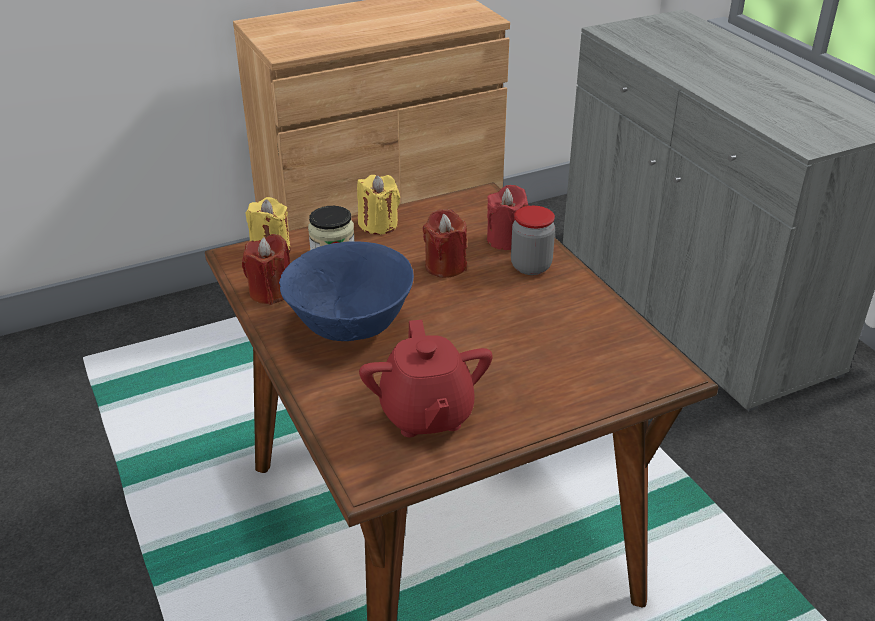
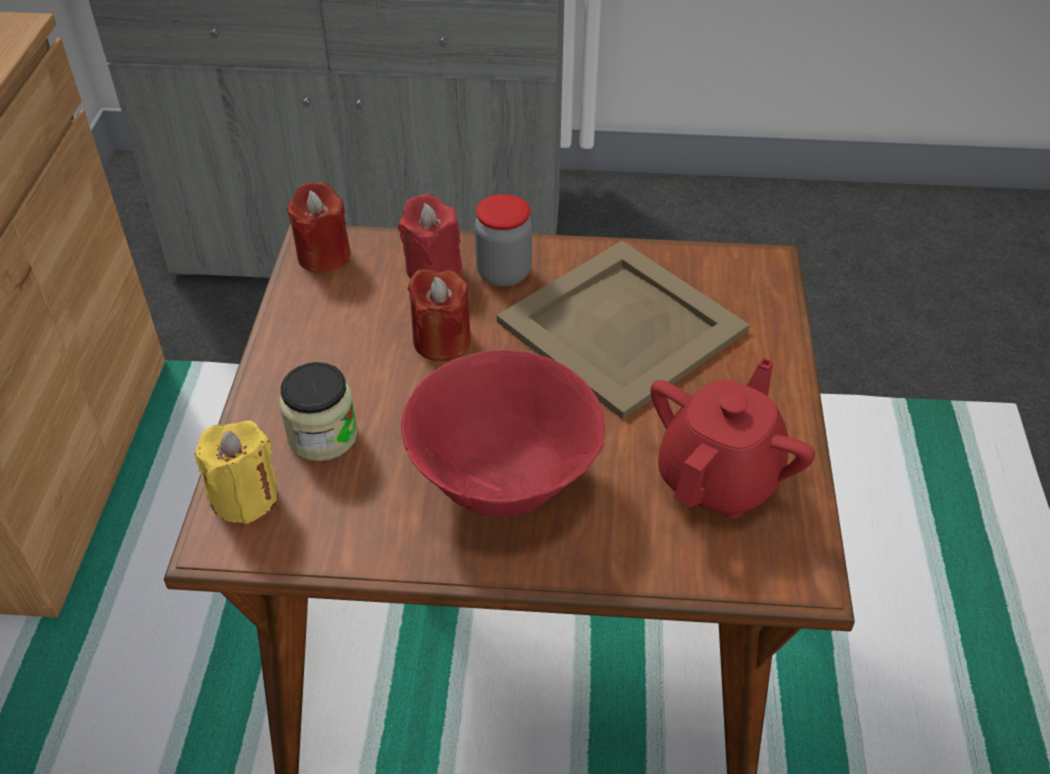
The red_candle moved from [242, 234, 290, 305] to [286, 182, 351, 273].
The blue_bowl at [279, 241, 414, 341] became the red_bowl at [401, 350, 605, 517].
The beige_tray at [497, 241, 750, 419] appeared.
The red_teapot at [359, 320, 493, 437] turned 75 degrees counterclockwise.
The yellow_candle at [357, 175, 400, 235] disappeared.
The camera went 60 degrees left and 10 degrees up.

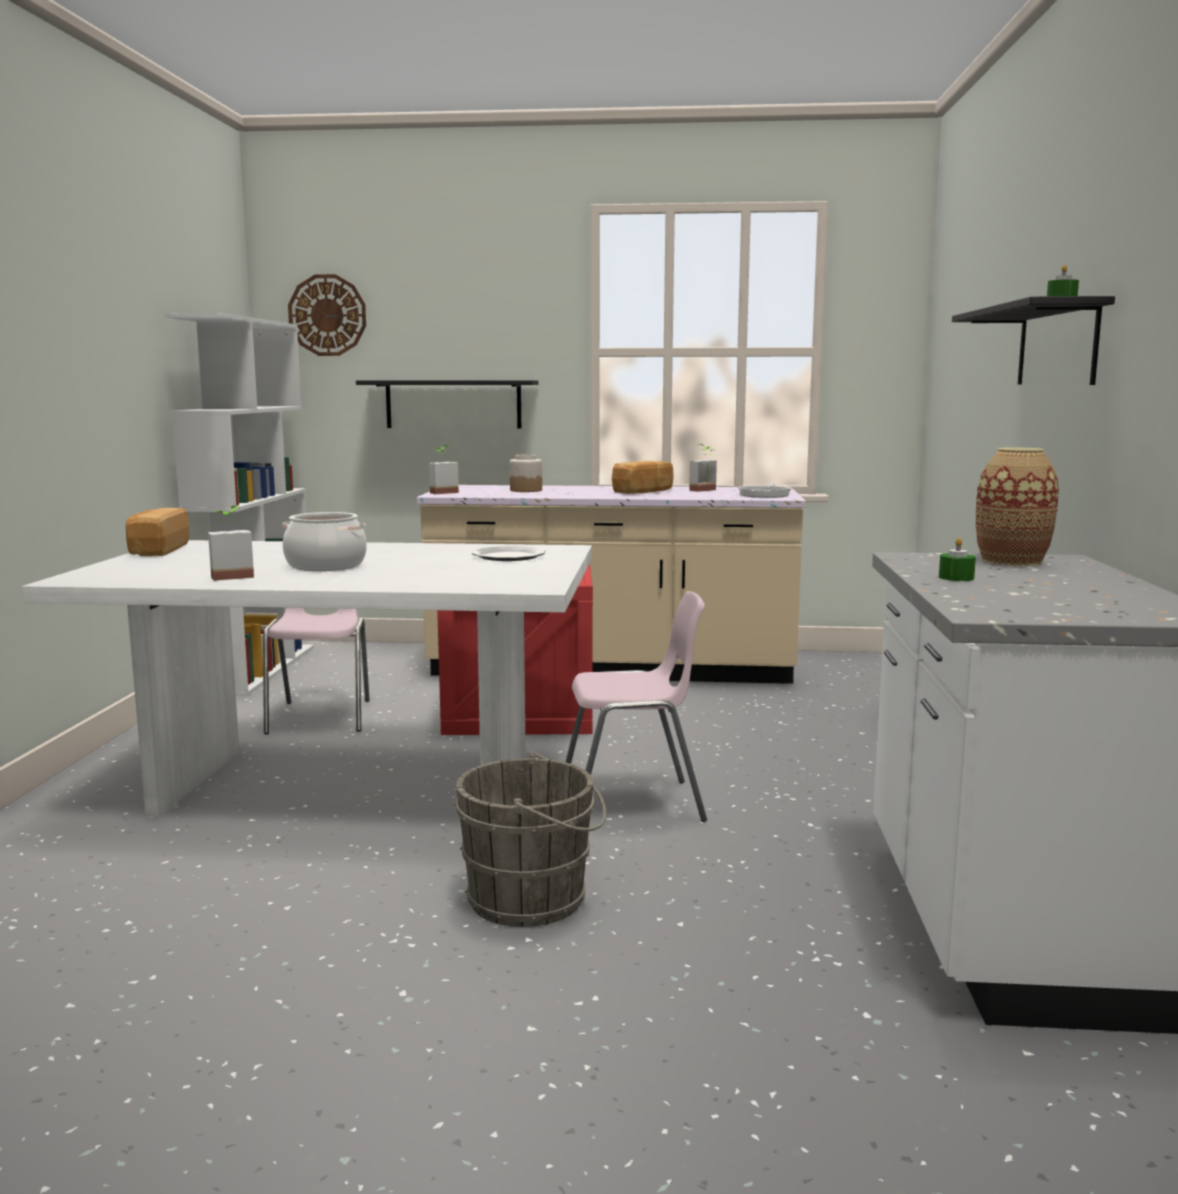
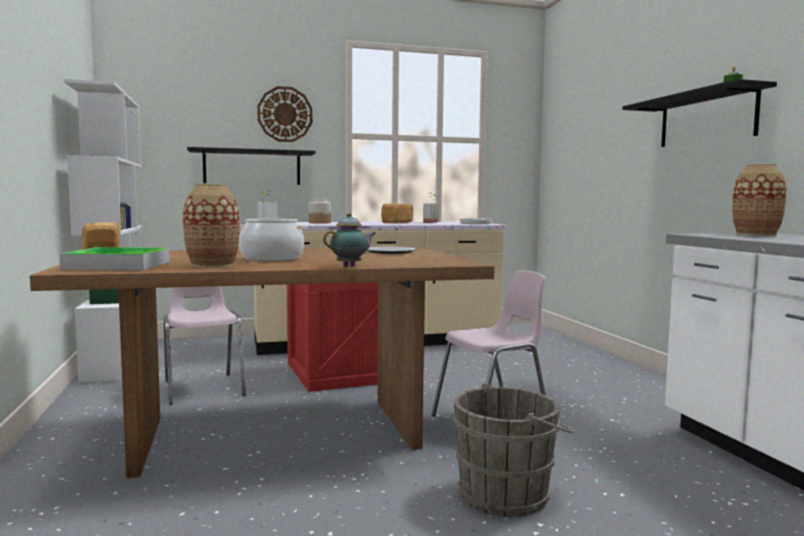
The white_dining_table at [22, 540, 592, 817] became the brown_dining_table at [30, 247, 494, 479].
The tray at [59, 247, 170, 270] appeared.
The potted_plant at [208, 505, 254, 581] was replaced by the vase at [183, 184, 240, 267].
The wall_clock moved from [288, 274, 366, 356] to [257, 86, 312, 142].
The teapot at [323, 213, 376, 267] appeared.
The green_candle at [939, 538, 976, 581] disappeared.
The camera went 20 degrees left and 5 degrees down.

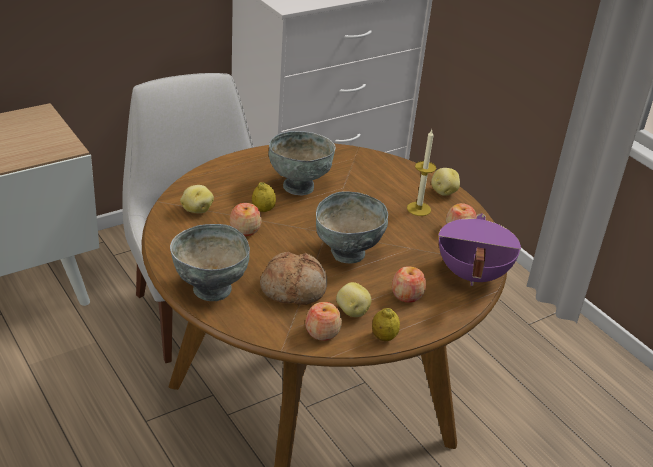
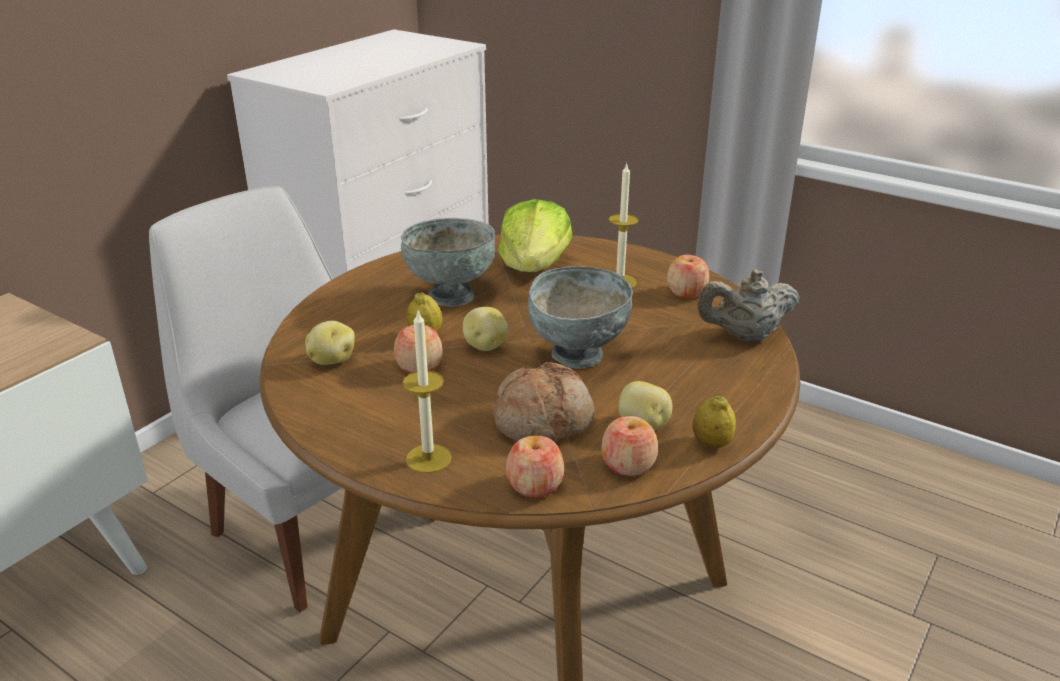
The grey_bowl at [170, 224, 250, 301] was replaced by the candle at [403, 309, 451, 473].
The potato moved from [431, 168, 460, 196] to [463, 307, 509, 351].
The lettuce at [498, 199, 572, 272] appeared.
The apple moved from [392, 266, 426, 303] to [506, 436, 564, 498].
The purple_cooking_pot at [438, 213, 521, 286] was replaced by the beige_teapot at [697, 270, 800, 341].
The camera went 20 degrees left and 5 degrees down.

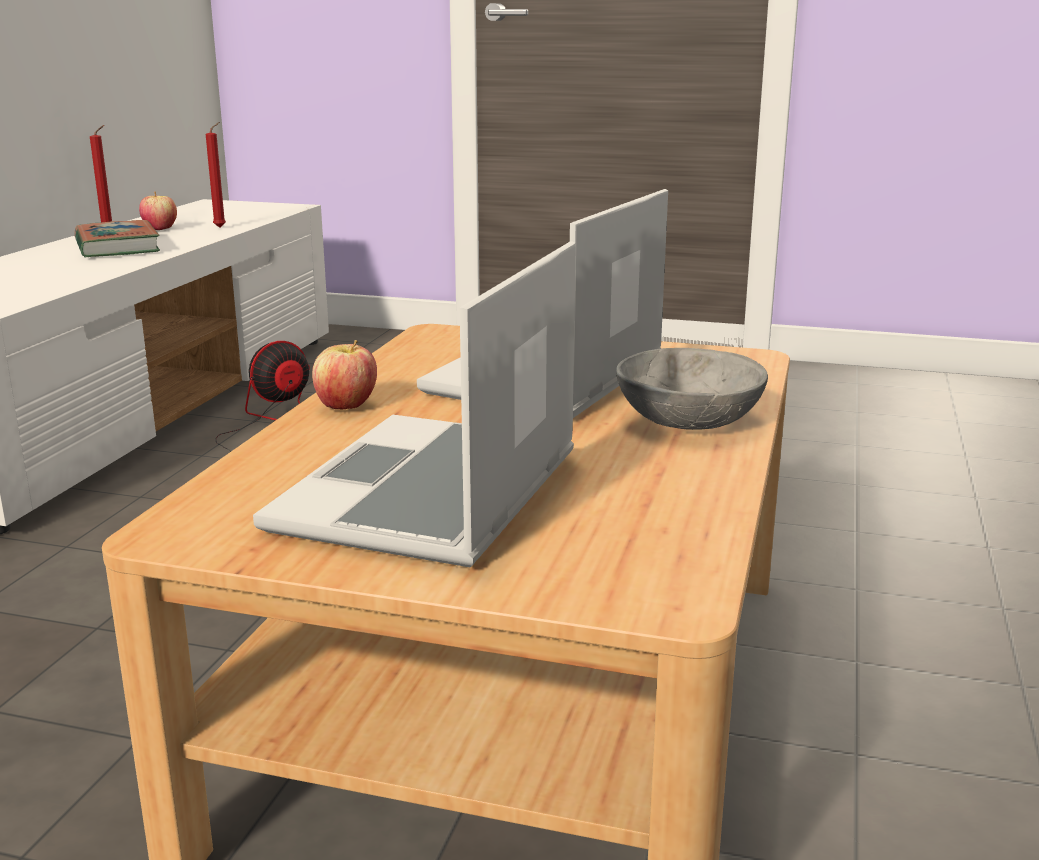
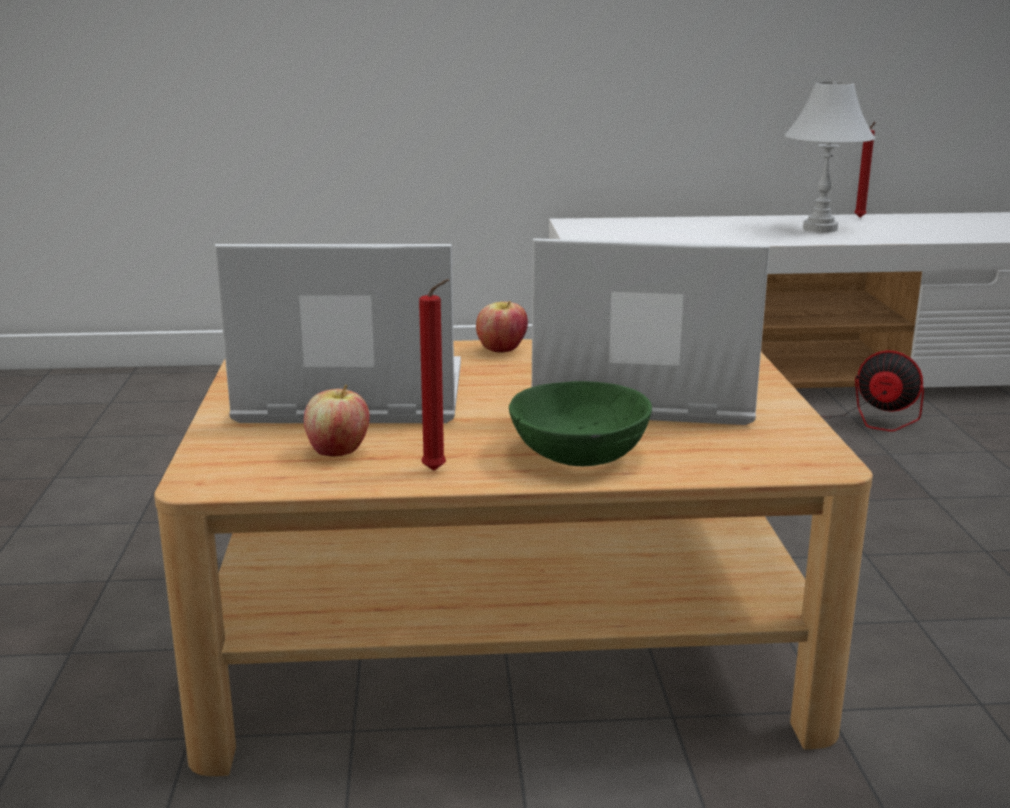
The apple moved from [139, 191, 177, 230] to [304, 384, 370, 457].
The red_candle moved from [206, 122, 226, 228] to [419, 279, 449, 471].
The grey_bowl at [616, 348, 768, 430] became the green_bowl at [509, 381, 652, 466].
The book at [74, 220, 160, 258] was replaced by the white_table_lamp at [785, 82, 875, 233].
The camera went 70 degrees right and 0 degrees up.

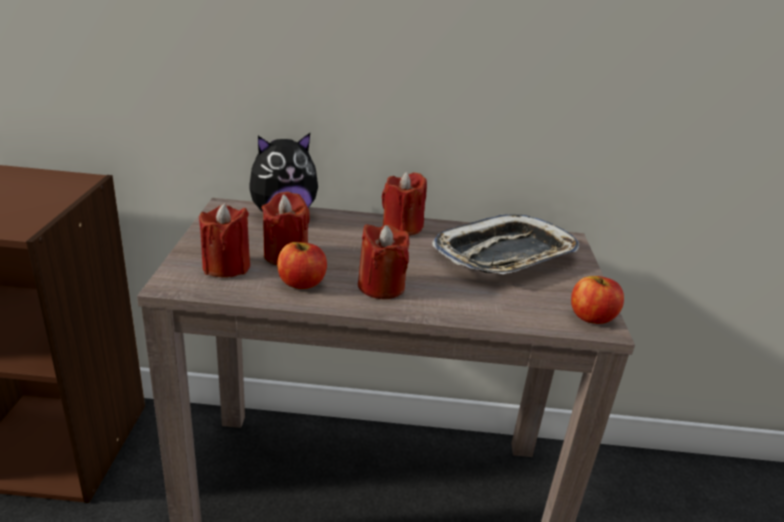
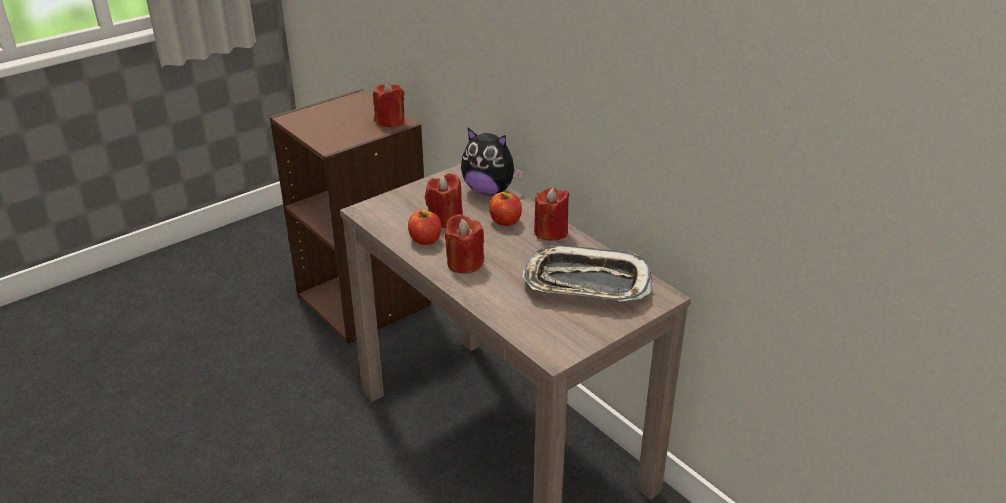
The red_candle moved from [199, 203, 250, 278] to [373, 82, 404, 128].
The apple moved from [571, 276, 624, 324] to [489, 192, 522, 226].
The camera went 50 degrees right and 5 degrees up.

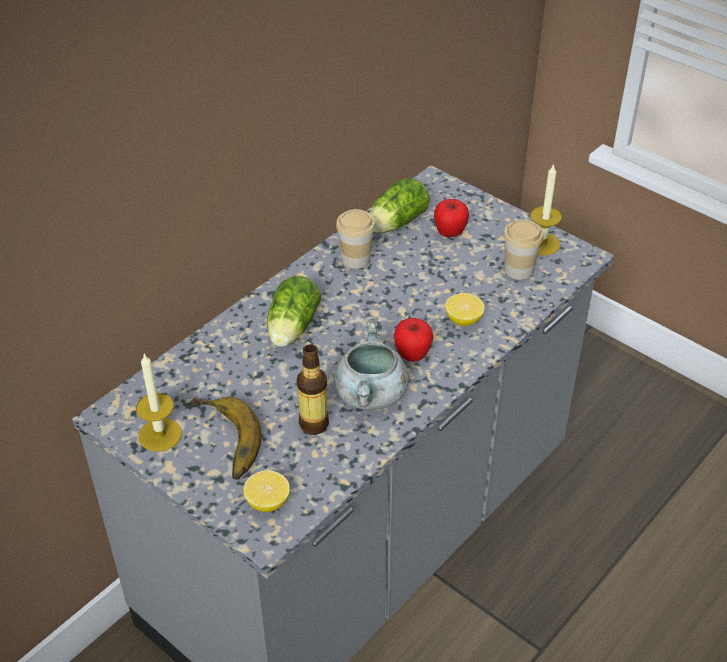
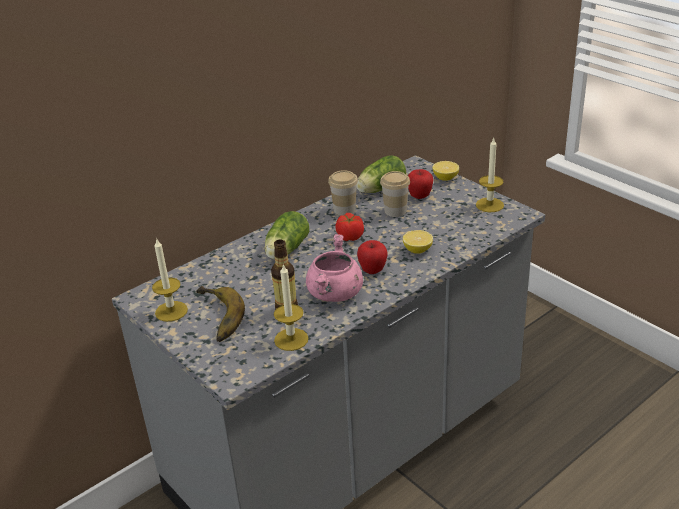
The candle at [274, 263, 309, 351] appeared.
The grey_cooking_pot at [335, 316, 409, 410] became the pink_cooking_pot at [306, 234, 363, 302].
The tomato at [335, 213, 364, 241] appeared.
The cup moved from [503, 220, 543, 280] to [380, 171, 410, 217].
The lemon moved from [243, 470, 290, 512] to [432, 161, 459, 181].
The camera went 10 degrees right and 10 degrees down.

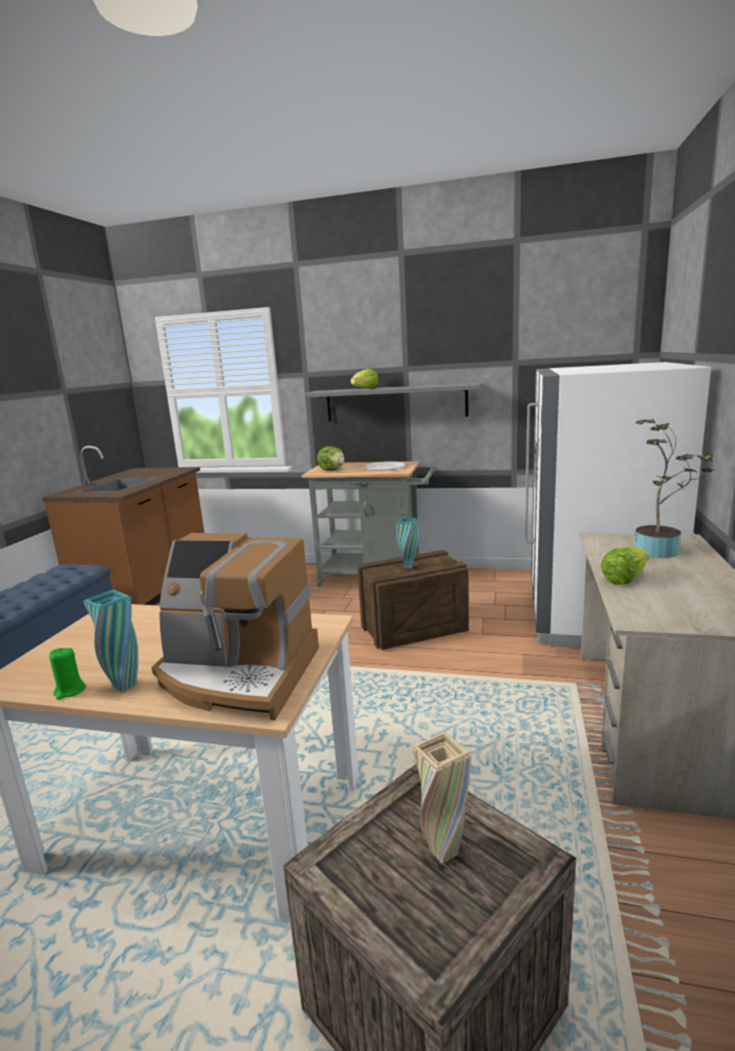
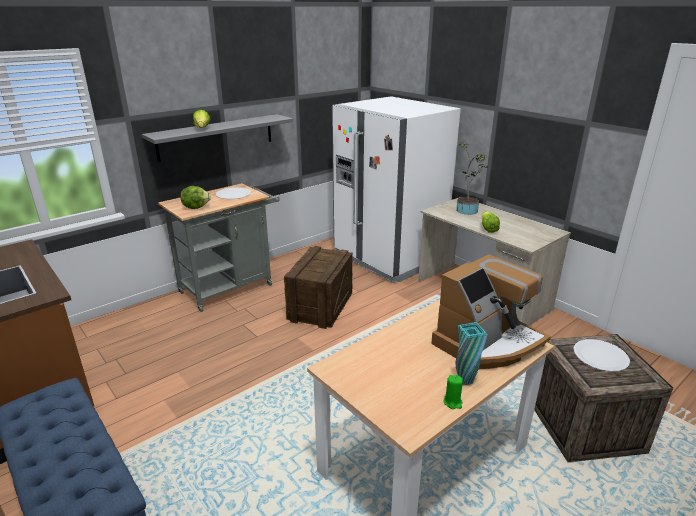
The beige_vase at [412, 732, 471, 864] was replaced by the white_plate at [573, 339, 630, 372].
The turquoise_vase at [396, 518, 419, 569] disappeared.
The camera went 55 degrees left and 10 degrees up.

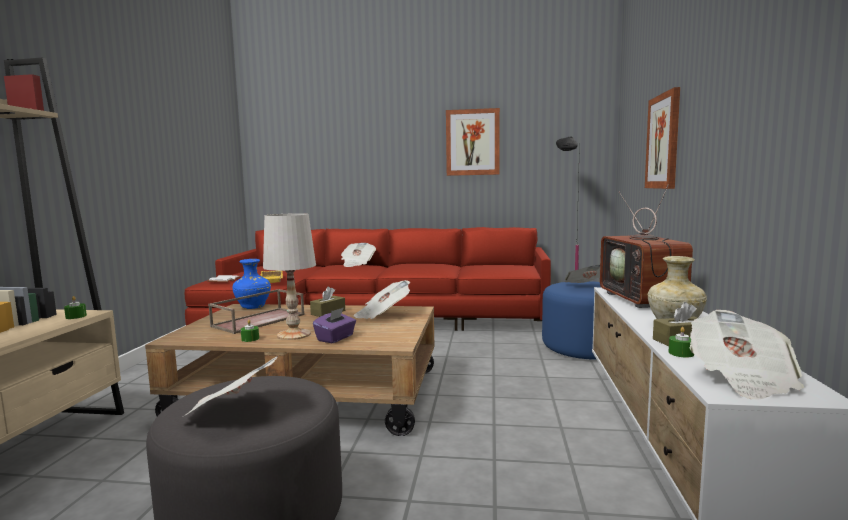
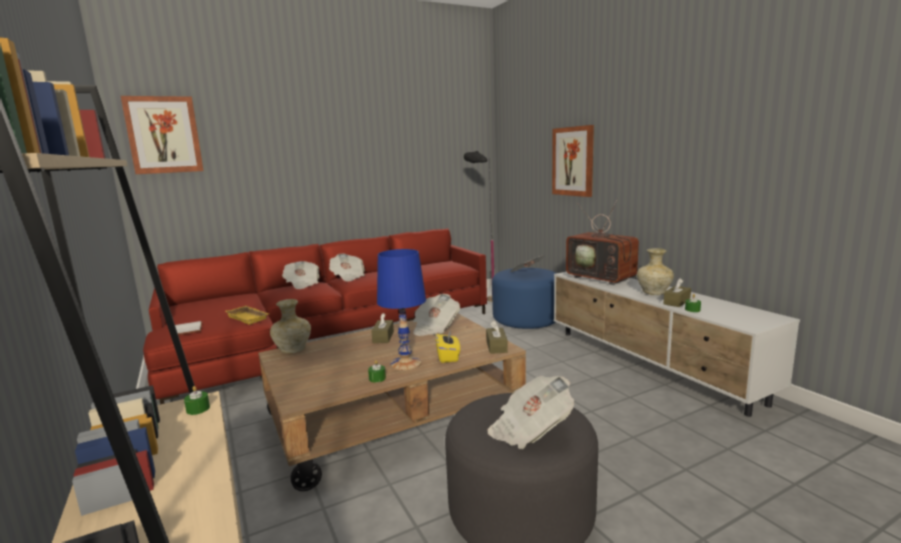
The picture moved from [446, 108, 500, 176] to [121, 96, 204, 174].
The blue_vase at [232, 259, 271, 309] became the beige_vase at [270, 299, 311, 354].
The newspaper moved from [689, 310, 804, 399] to [329, 254, 365, 282].
The white_table_lamp at [263, 213, 316, 340] became the blue_table_lamp at [377, 249, 426, 371].
The purple_tissue_box at [313, 307, 356, 343] became the yellow_tissue_box at [435, 330, 460, 363].
The brown_tissue_box at [486, 320, 508, 354] appeared.
The brown_tray at [208, 289, 305, 334] disappeared.
The camera went 35 degrees left and 5 degrees up.

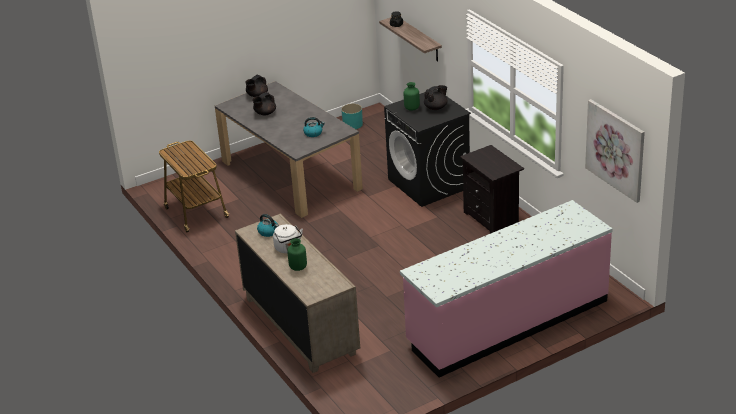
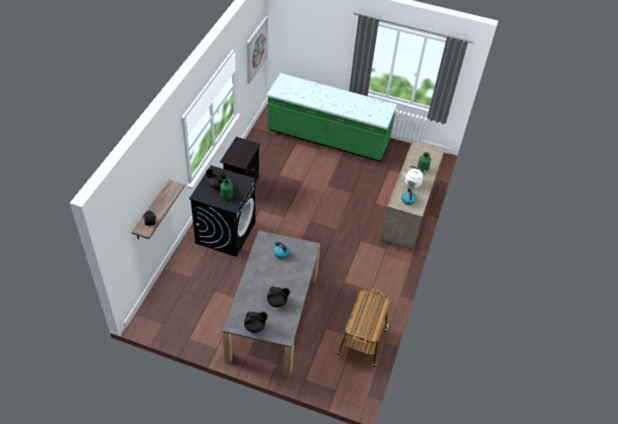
The pink_counter at [400, 200, 613, 377] became the green_counter at [267, 73, 397, 162].
The turquoise_planter at [341, 104, 363, 129] disappeared.
The camera went 135 degrees left and 15 degrees up.

